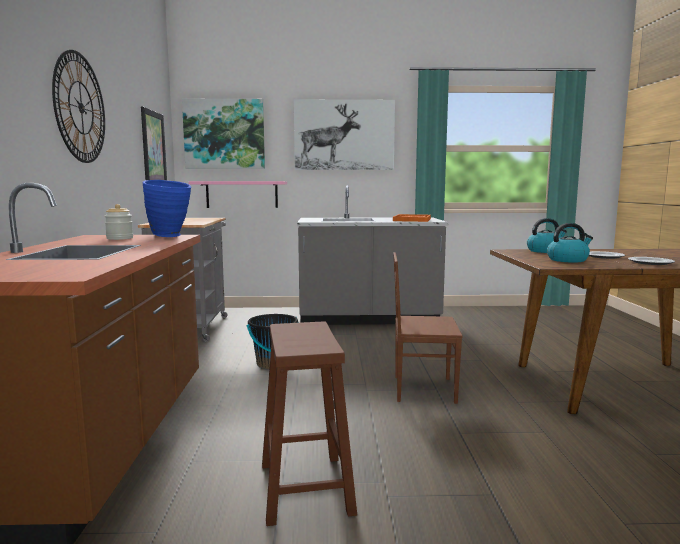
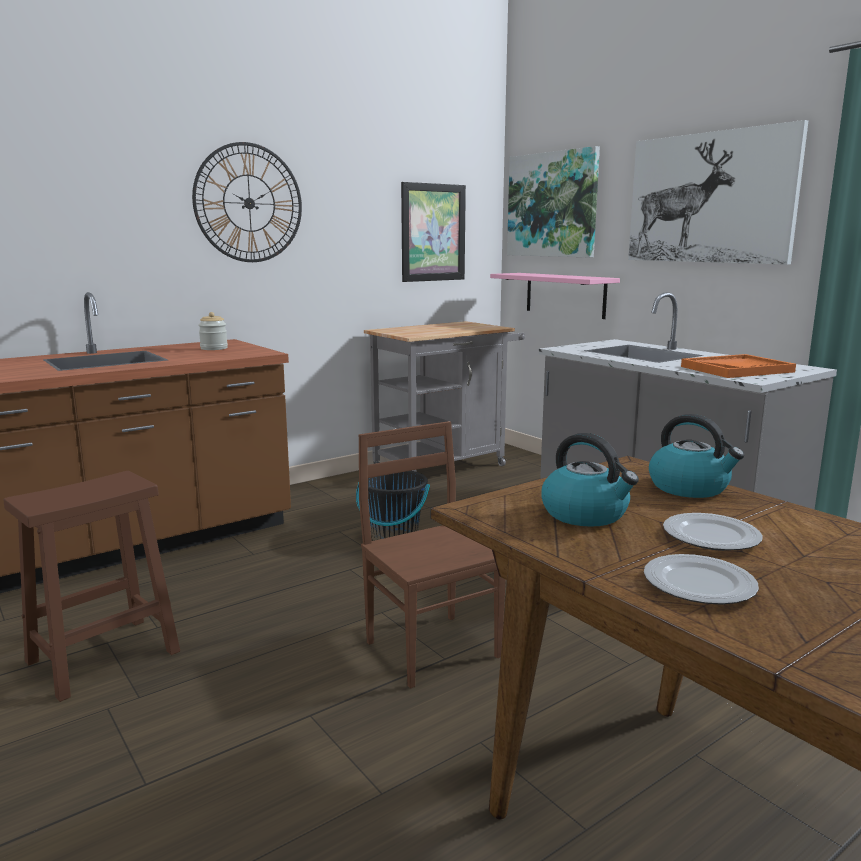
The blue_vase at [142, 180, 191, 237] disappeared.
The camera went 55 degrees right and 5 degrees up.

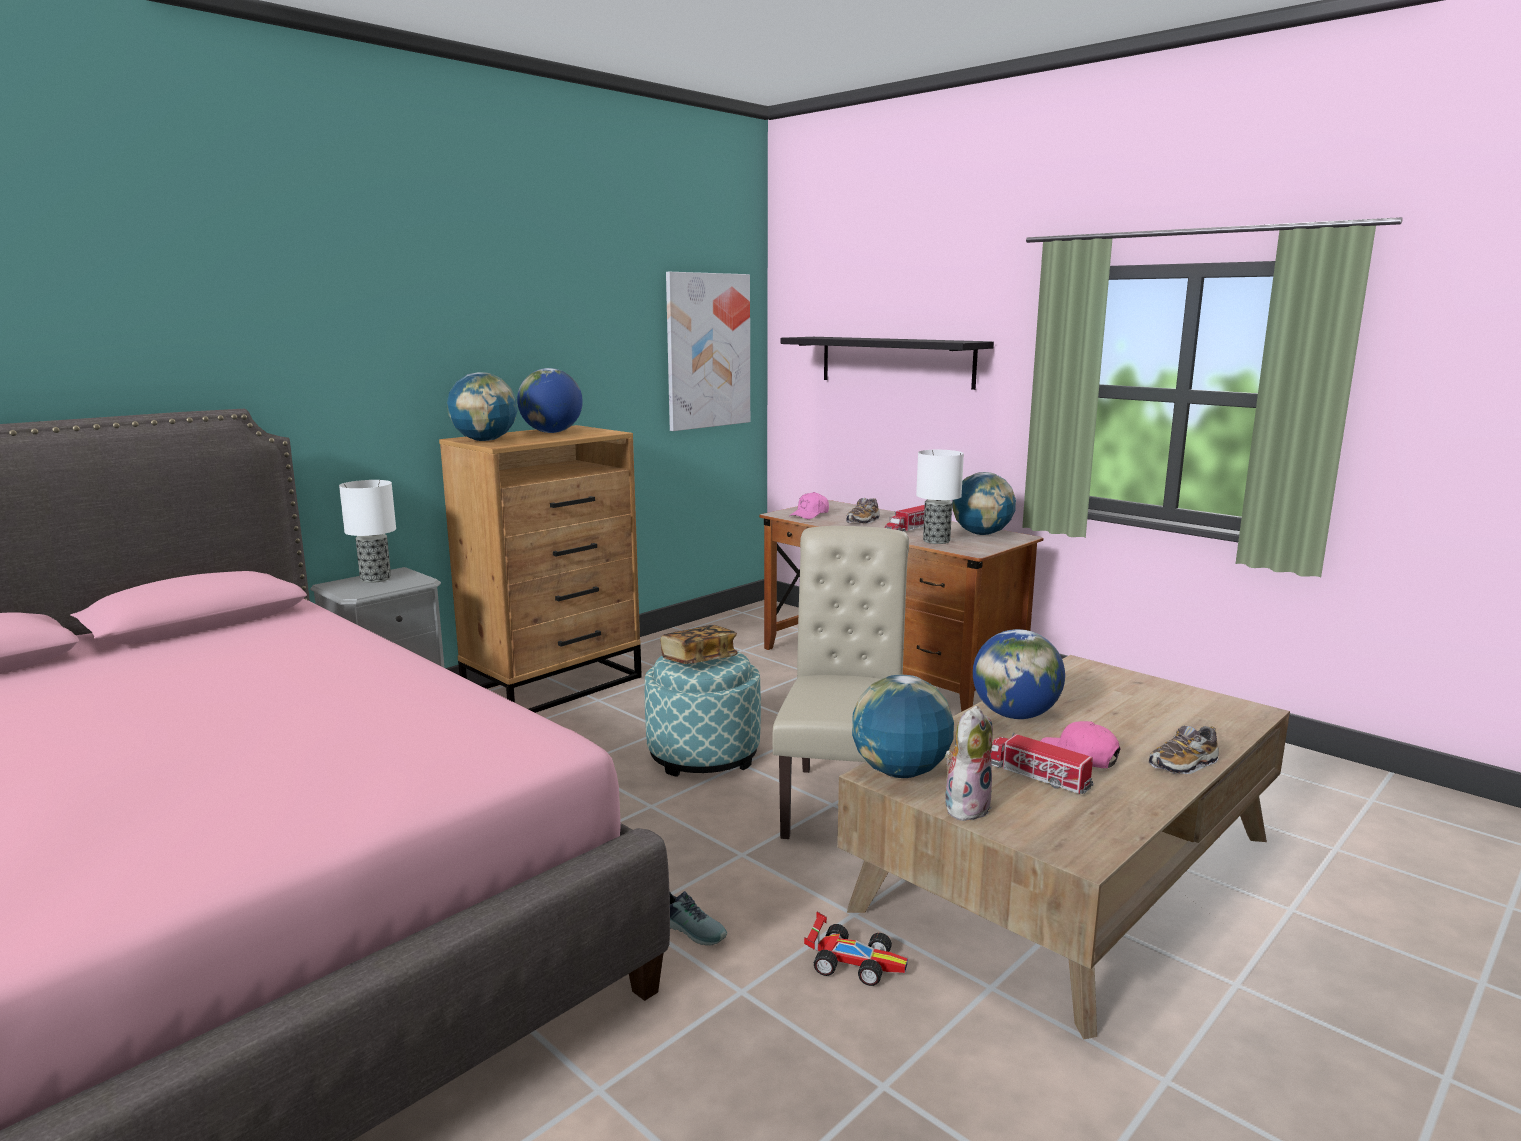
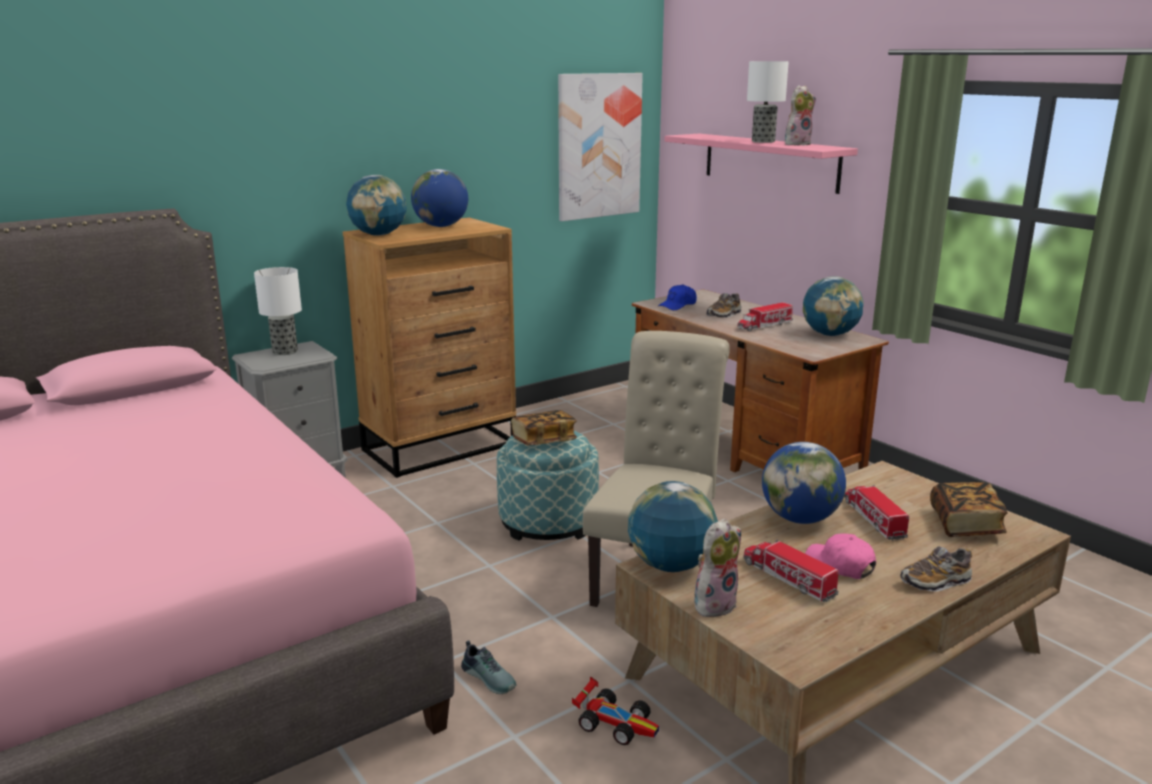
The pink_cap at [789, 492, 829, 519] became the blue_cap at [658, 284, 697, 310].
The black_shelf at [781, 337, 994, 390] became the pink_shelf at [664, 134, 858, 194].
The table_lamp moved from [916, 450, 964, 544] to [747, 61, 789, 143].
The plush_toy at [785, 85, 816, 146] appeared.
The toy_truck at [844, 485, 909, 541] appeared.
The book at [930, 482, 1008, 537] appeared.
The camera went 10 degrees right and 5 degrees up.

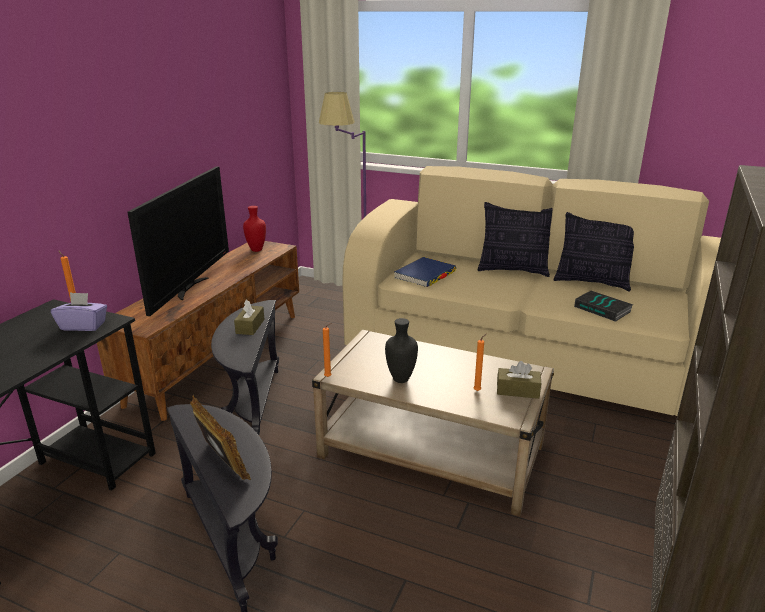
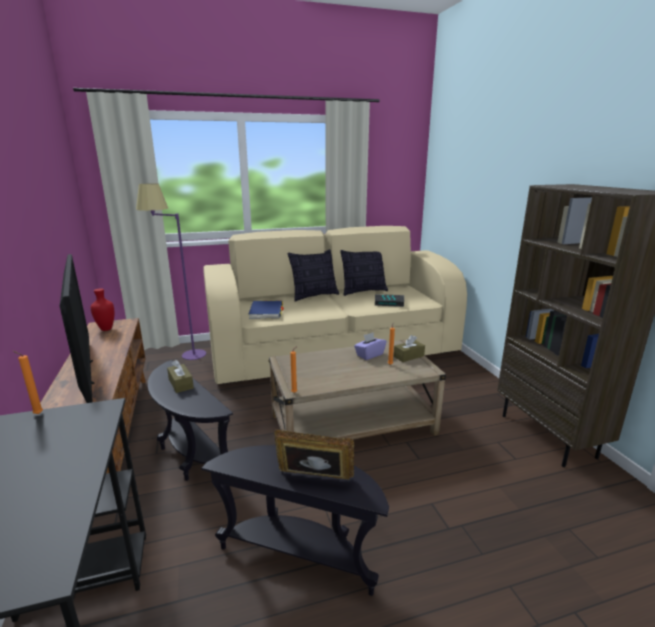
The purple_tissue_box moved from [51, 292, 107, 331] to [354, 333, 386, 360].
The black_vase at [385, 318, 418, 383] disappeared.
The camera went 40 degrees left and 5 degrees down.

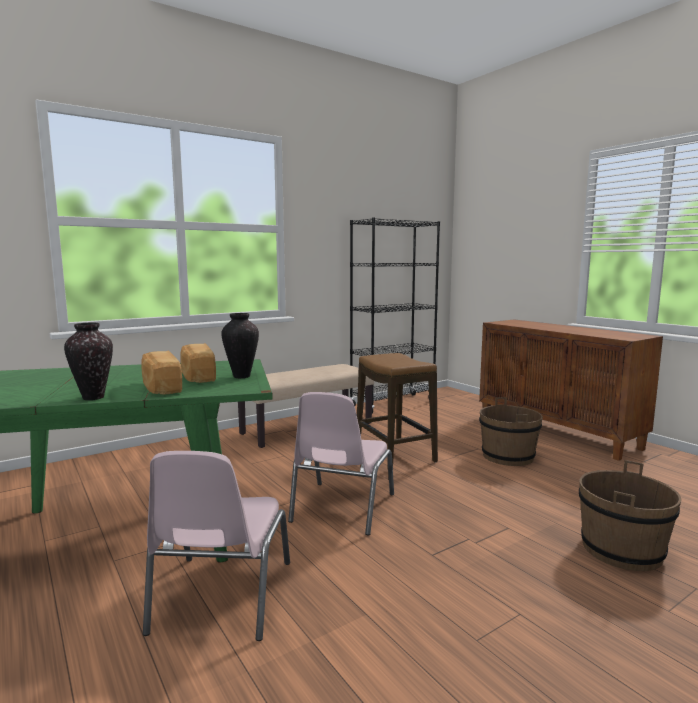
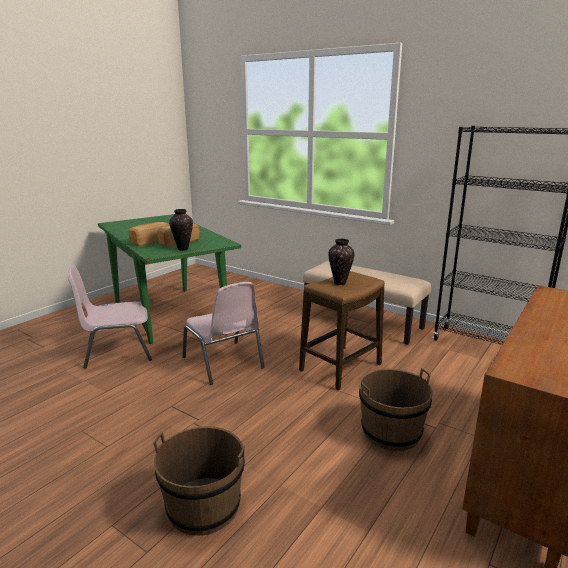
The pink_chair at [288, 392, 394, 535] turned 120 degrees counterclockwise.
The vase moved from [64, 323, 113, 400] to [328, 239, 354, 285].
The camera went 70 degrees right and 10 degrees up.

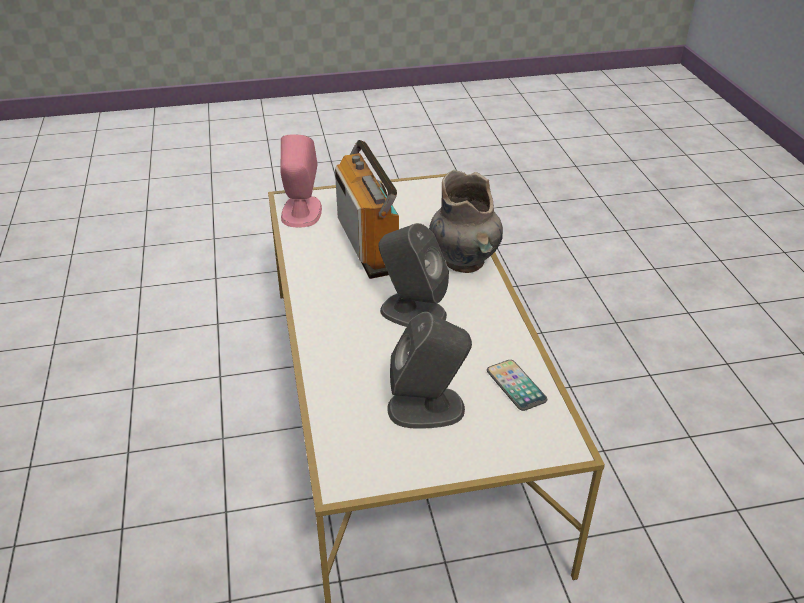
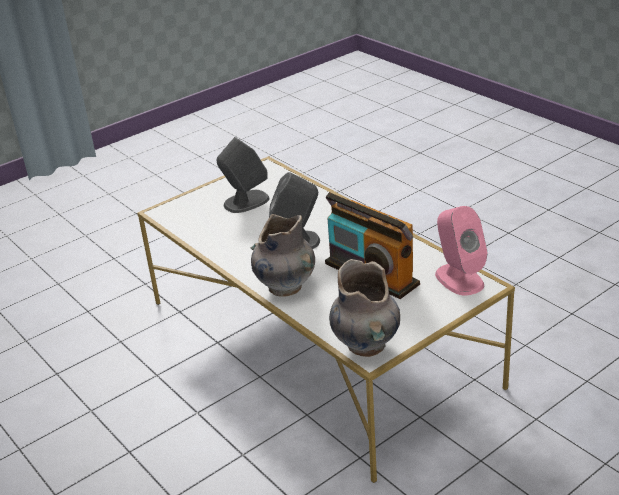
The grey_vase at [329, 259, 400, 357] appeared.
The phone at [487, 360, 547, 411] disappeared.
The camera went 155 degrees right and 5 degrees down.

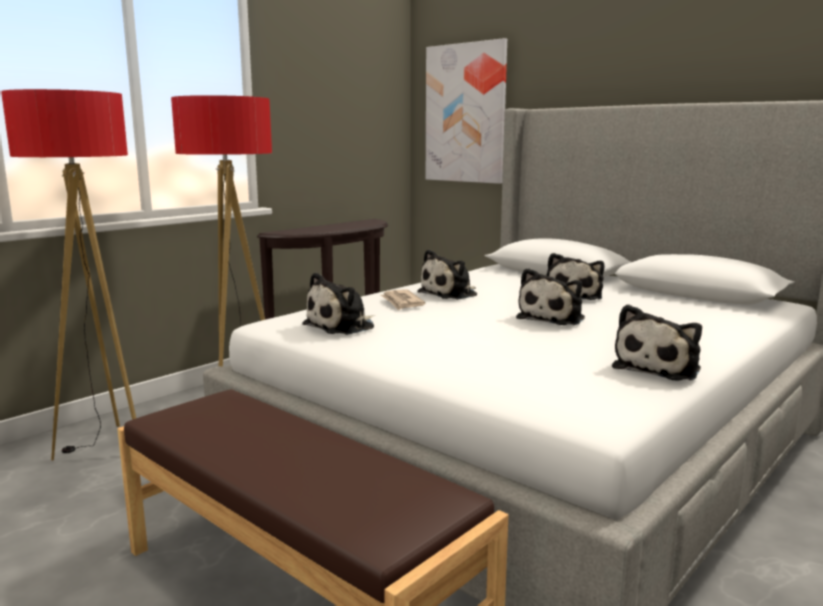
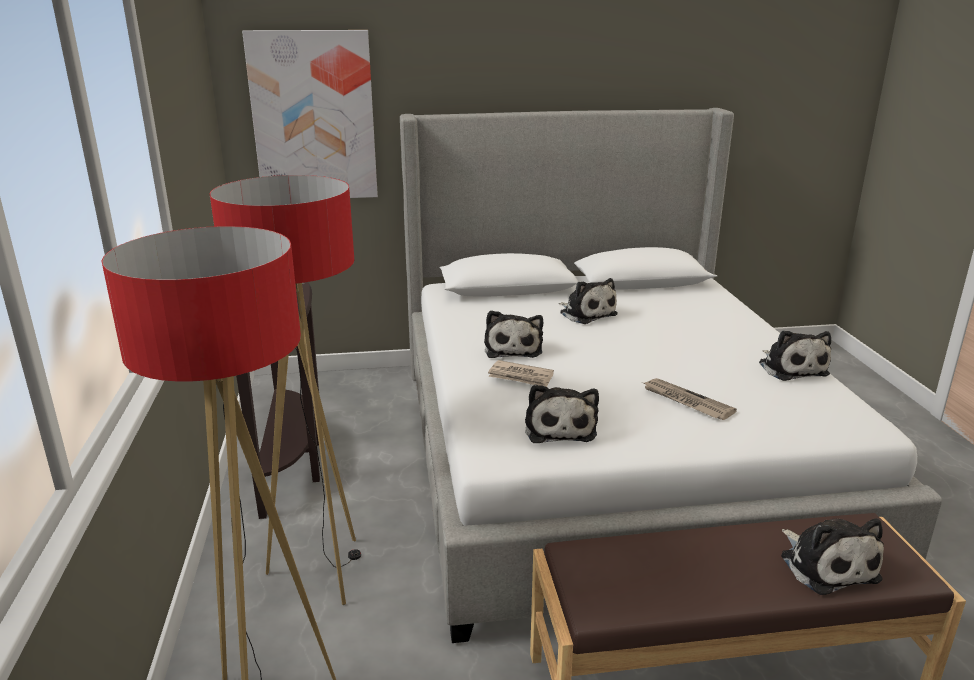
The newspaper at [644, 378, 737, 420] appeared.
The plush_toy moved from [516, 268, 585, 325] to [781, 518, 884, 595].
The camera went 50 degrees left and 10 degrees up.

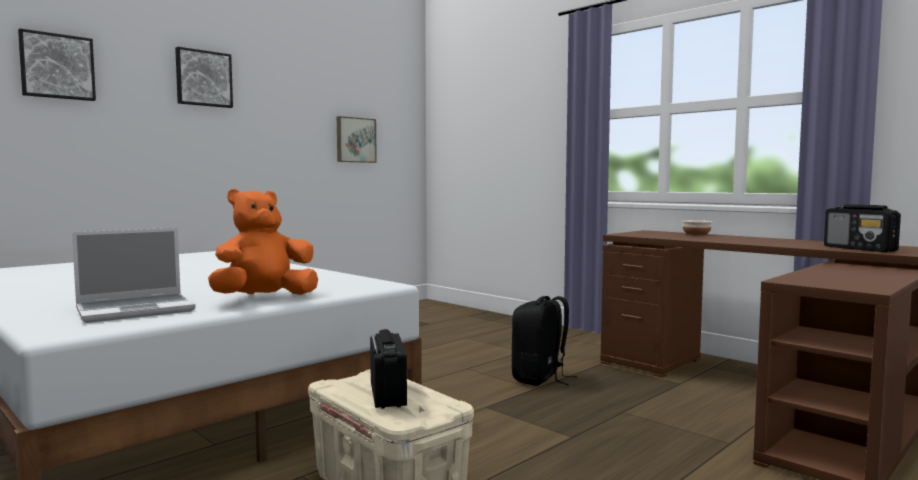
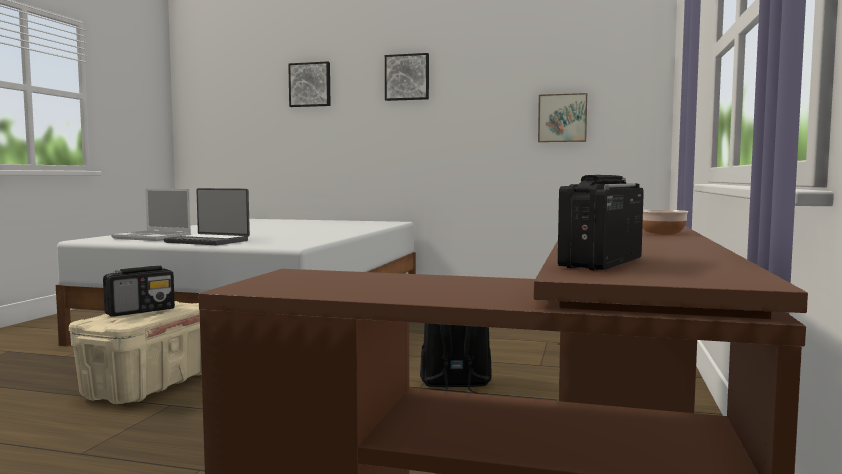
The orange_plush_toy at [208, 189, 318, 295] was replaced by the laptop at [164, 188, 250, 245].
The camera went 60 degrees right and 0 degrees up.

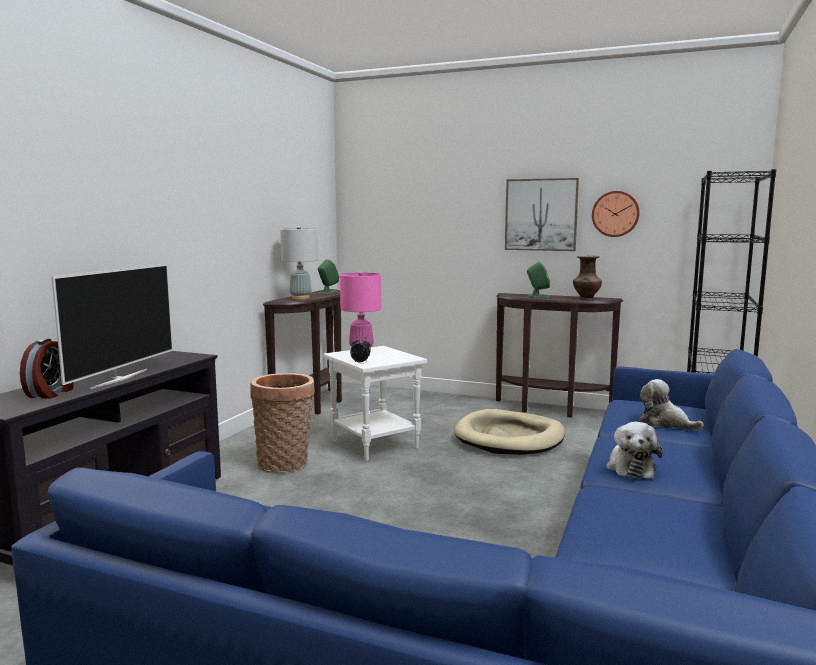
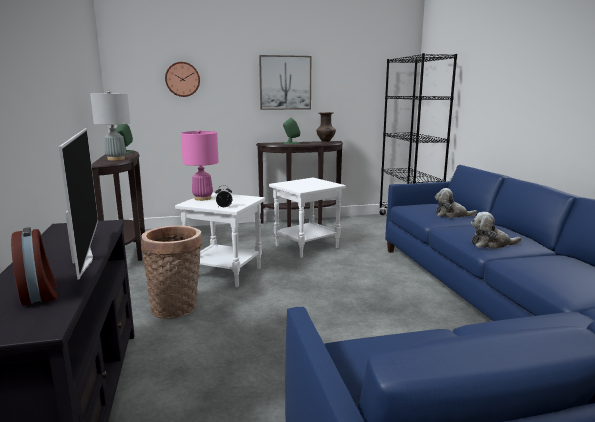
The wall_clock moved from [592, 191, 640, 237] to [165, 62, 200, 97].
The beige_dog_bed at [454, 409, 565, 455] was replaced by the white_side_table at [269, 178, 346, 258].
The plush_toy at [606, 422, 663, 478] turned 120 degrees clockwise.
The camera went 35 degrees left and 5 degrees up.

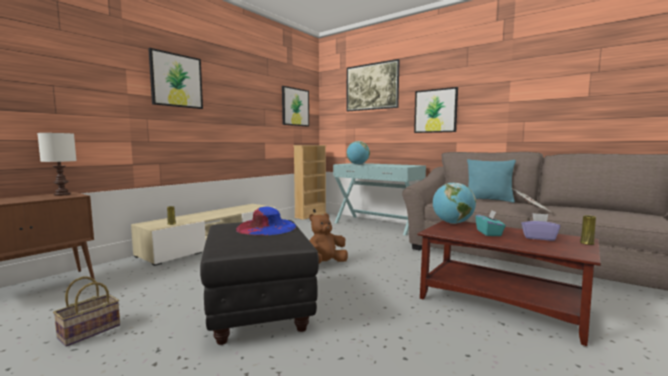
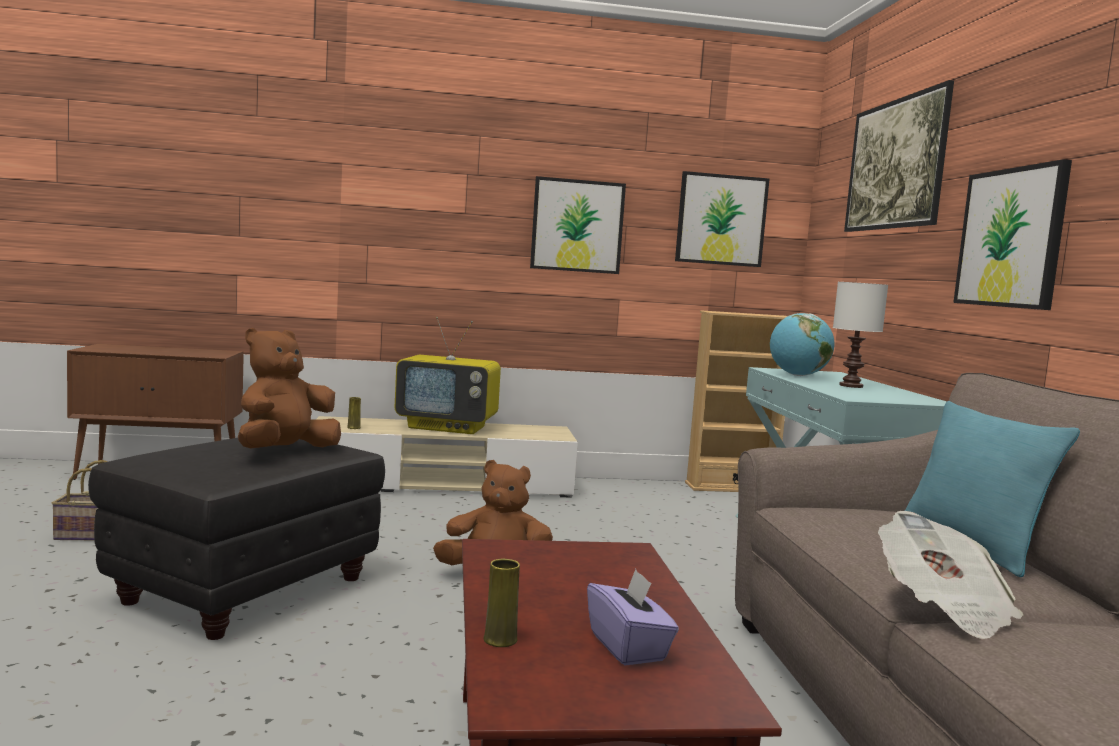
The blue_hat at [236, 207, 296, 236] was replaced by the brown_plush_toy at [238, 328, 341, 448].
The television at [395, 317, 501, 434] appeared.
The yellow_vase moved from [580, 215, 596, 245] to [483, 559, 520, 647].
The picture moved from [148, 48, 203, 109] to [530, 176, 626, 274].
The white_table_lamp moved from [37, 133, 77, 196] to [833, 282, 888, 388].
The globe at [433, 183, 476, 224] disappeared.
The turquoise_tissue_box at [475, 210, 506, 236] disappeared.
The camera went 45 degrees right and 0 degrees up.

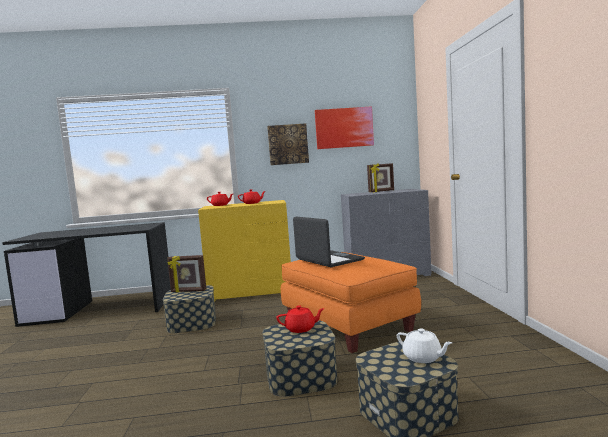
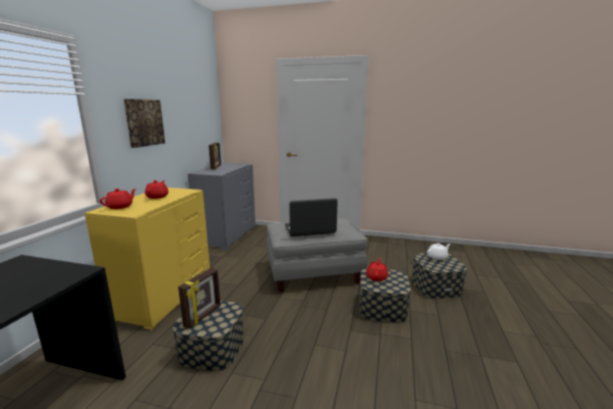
The orange_ottoman at [281, 252, 421, 353] became the grey_ottoman at [267, 218, 368, 292].
The picture at [315, 106, 374, 149] disappeared.
The camera went 70 degrees left and 10 degrees up.

